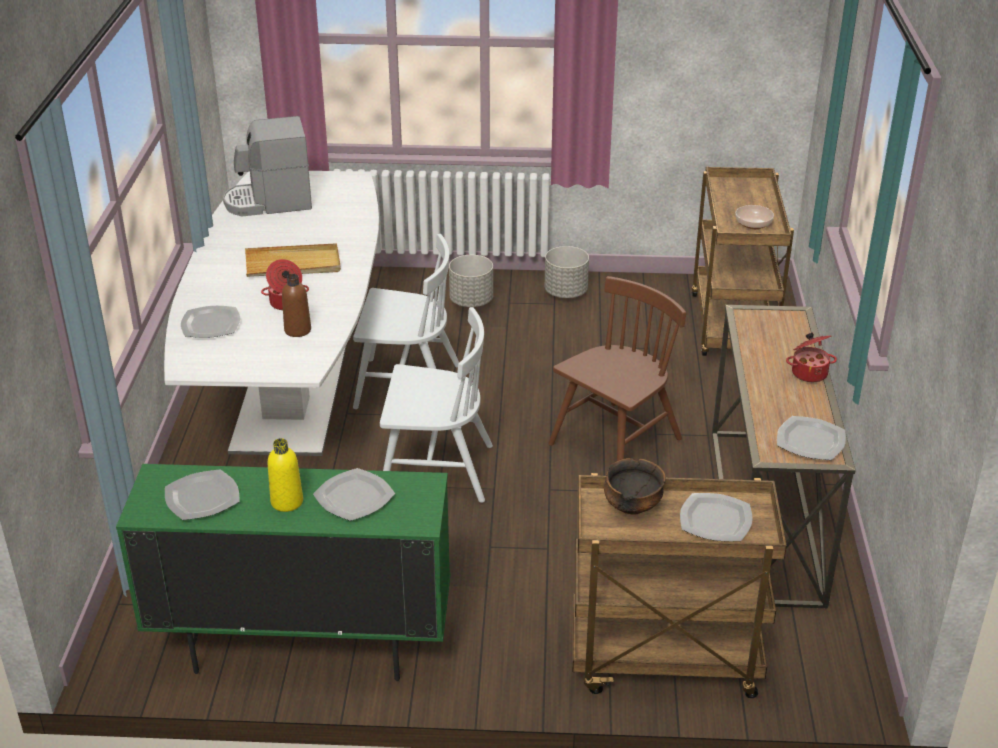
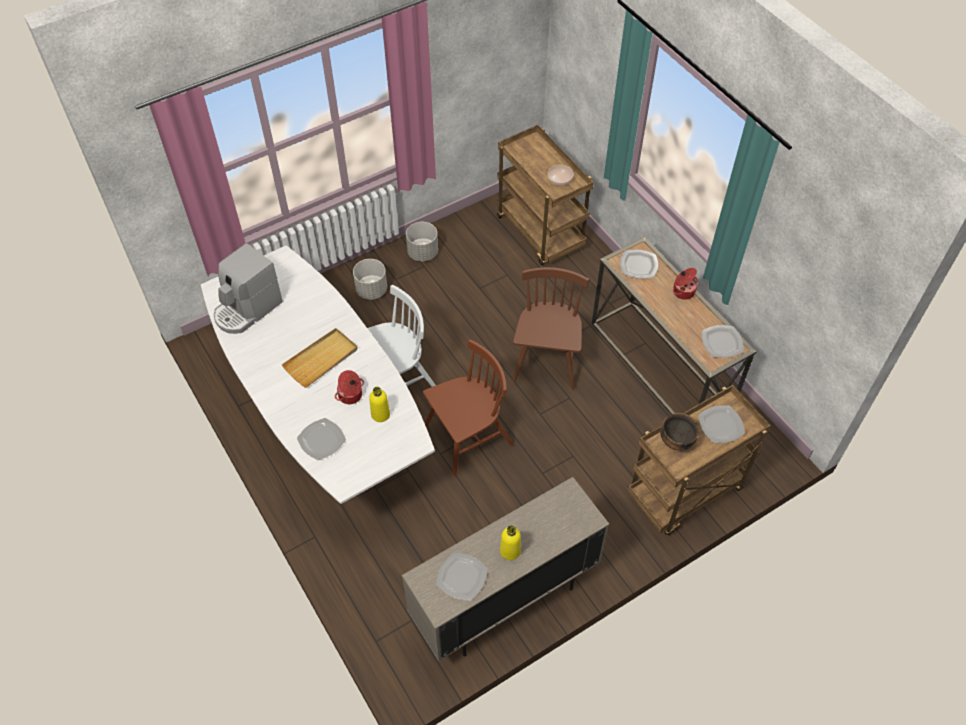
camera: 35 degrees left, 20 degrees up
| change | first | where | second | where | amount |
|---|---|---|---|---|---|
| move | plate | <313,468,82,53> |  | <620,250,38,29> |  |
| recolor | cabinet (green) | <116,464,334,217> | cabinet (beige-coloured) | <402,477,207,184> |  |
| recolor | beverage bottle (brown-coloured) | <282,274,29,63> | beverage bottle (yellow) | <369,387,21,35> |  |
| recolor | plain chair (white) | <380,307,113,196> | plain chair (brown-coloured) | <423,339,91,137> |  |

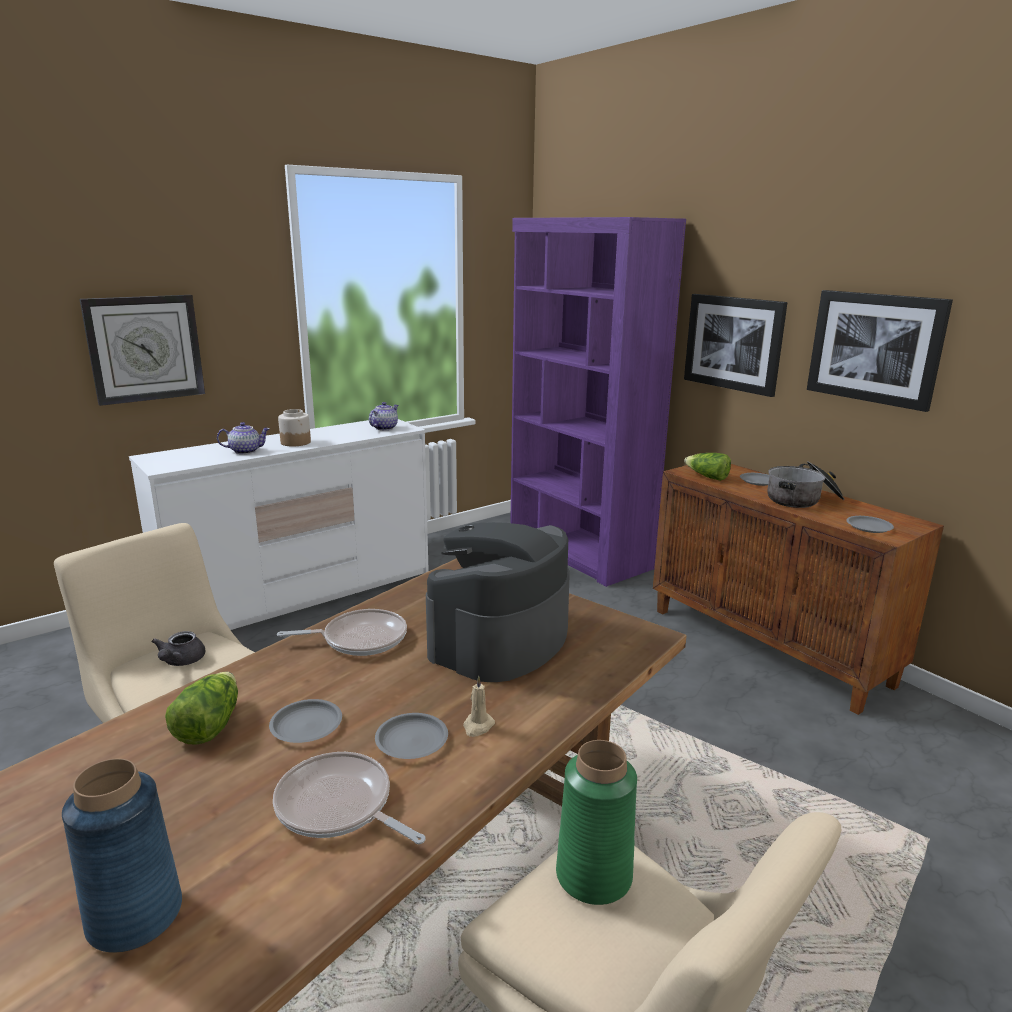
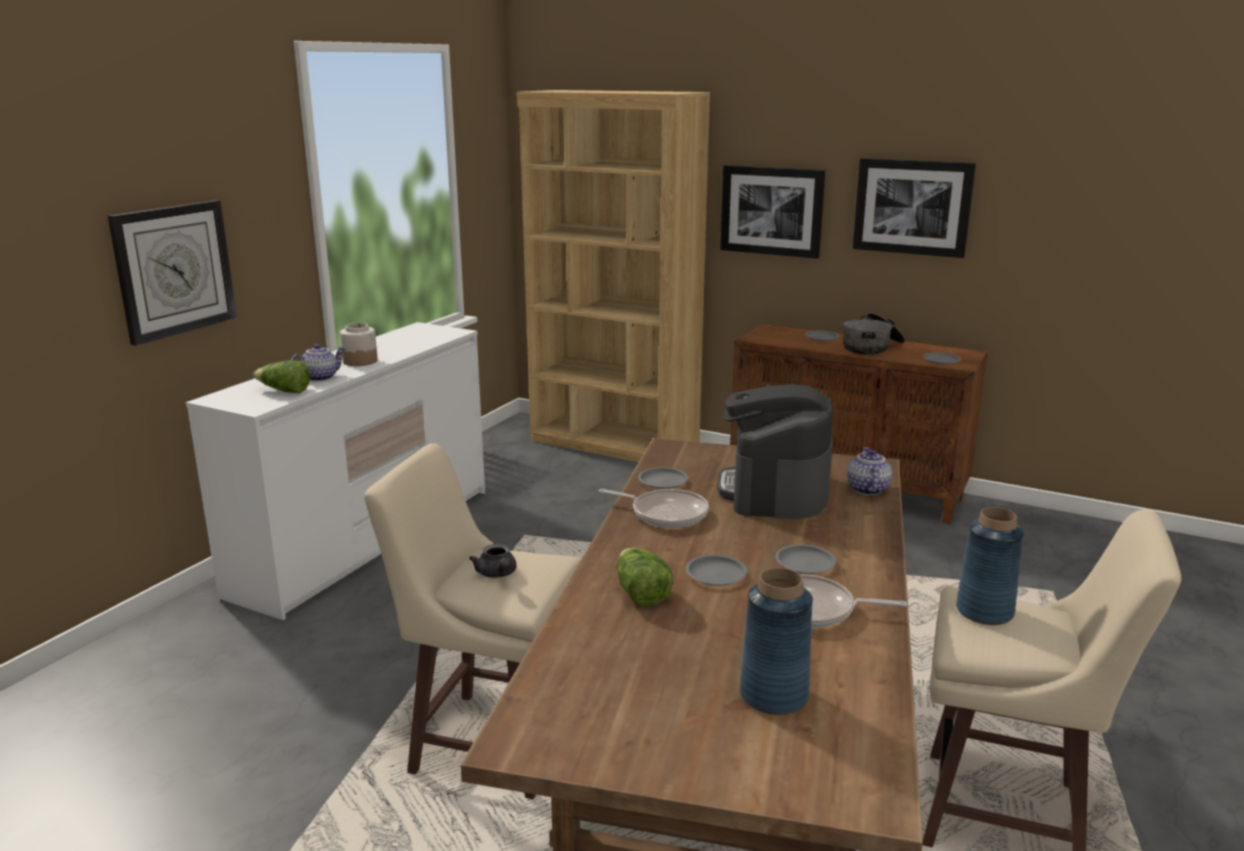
camera: 25 degrees left, 0 degrees up
| change | first | where | second | where | amount |
|---|---|---|---|---|---|
| delete | wax candle (beige-coloured) | <463,676,32,61> |  |  |  |
| insert |  |  | plate (greyish) | <638,467,51,22> |  |
| move | tea pot | <369,402,29,28> |  | <847,447,45,48> |  |
| move | lettuce | <684,453,47,28> |  | <254,360,56,33> |  |
| recolor | bookcase (purplish) | <510,217,176,370> | bookcase (brown-coloured) | <517,90,193,372> |  |
| recolor | vase (green) | <556,740,81,165> | vase (bluish) | <956,507,68,118> |  |
| rotate | frying pan | <277,609,130,47> |  | <598,489,111,39> | 60 degrees clockwise |

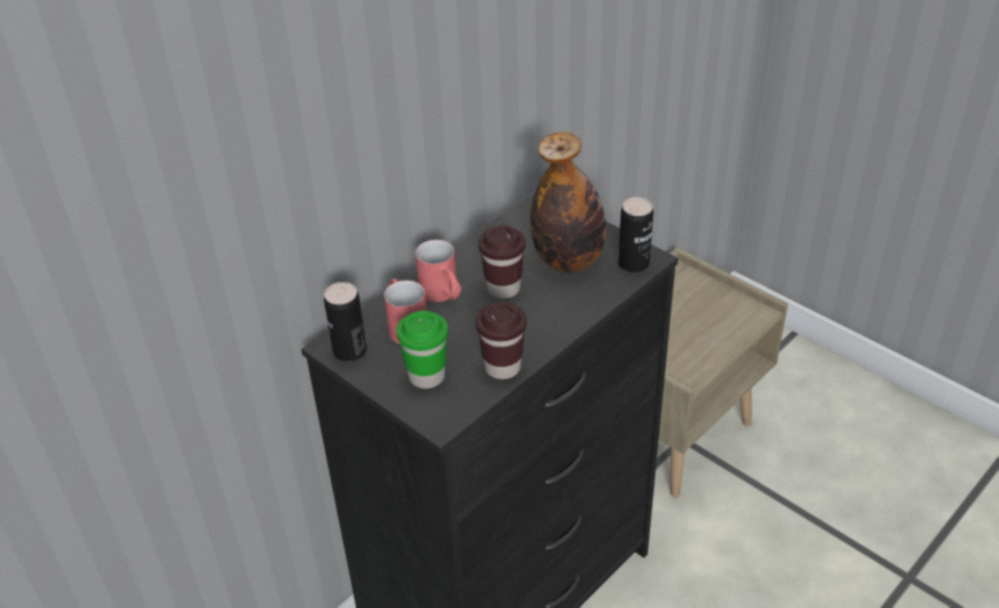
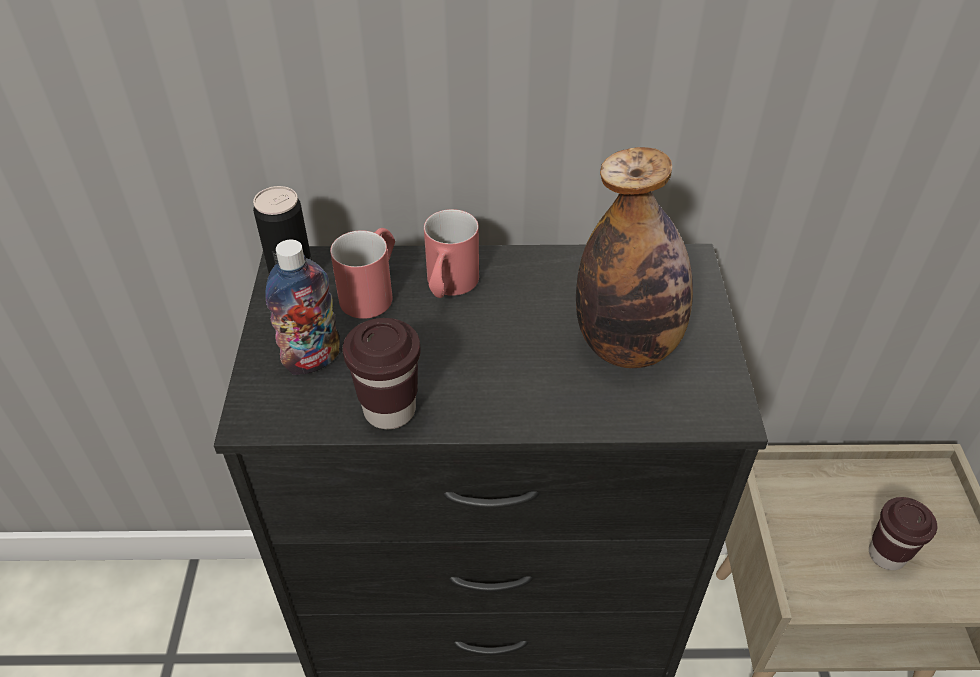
camera: 45 degrees right, 5 degrees up
| change | first | where | second | where | amount |
|---|---|---|---|---|---|
| delete | sealed can | <618,197,36,76> |  |  |  |
| move | cup (brown-coloured) | <478,225,48,74> |  | <869,497,68,73> |  |
| replace | cup (green) | <396,311,52,78> | beverage bottle | <265,240,75,135> |  |

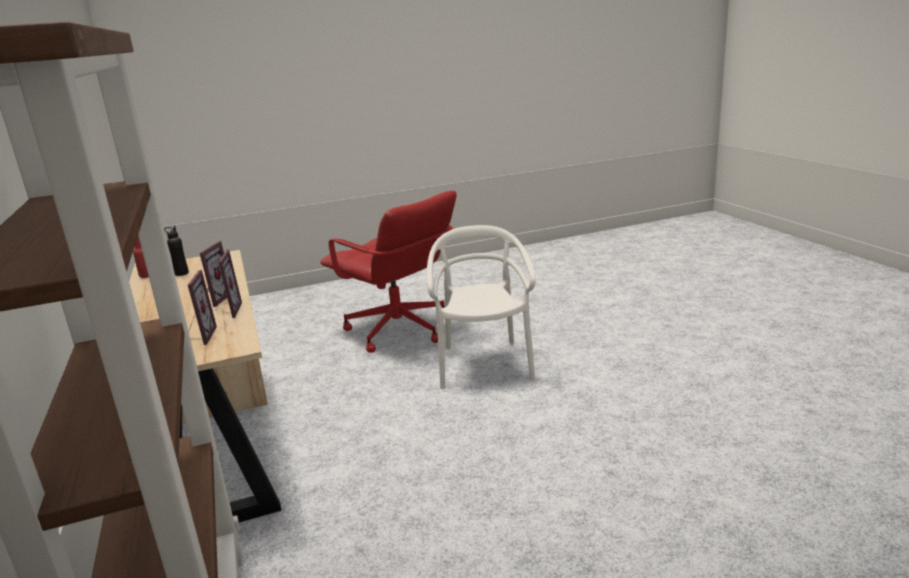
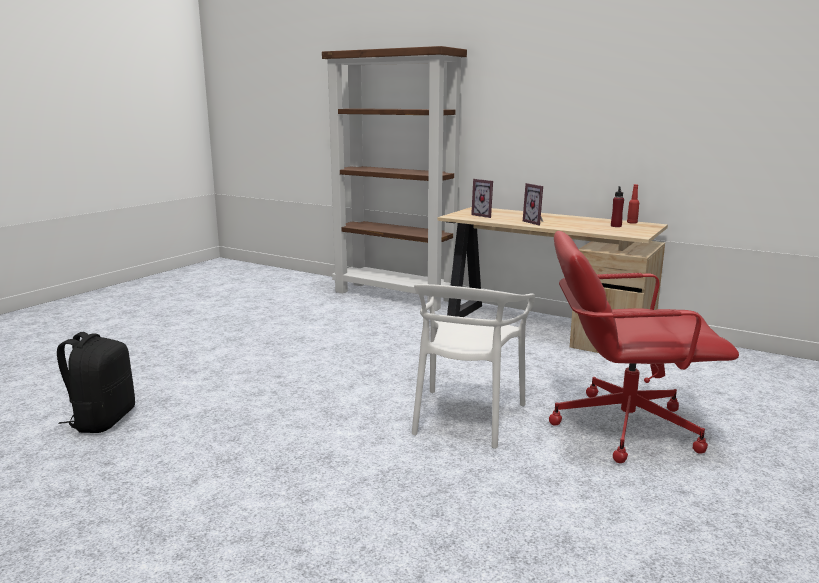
camera: 140 degrees right, 5 degrees down
| change | first | where | second | where | amount |
|---|---|---|---|---|---|
| delete | standing frame | <215,249,27,69> |  |  |  |
| insert |  |  | backpack (black) | <57,332,78,101> |  |
| recolor | beverage bottle (black) | <164,226,25,50> | beverage bottle (red-coloured) | <611,186,13,41> |  |
| rotate | plain chair (white) | <427,225,108,164> |  | <412,284,123,165> | 60 degrees clockwise |

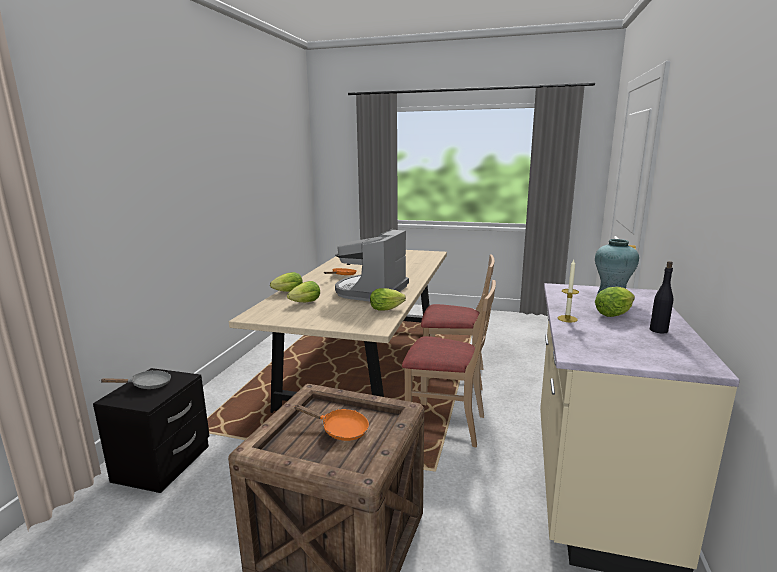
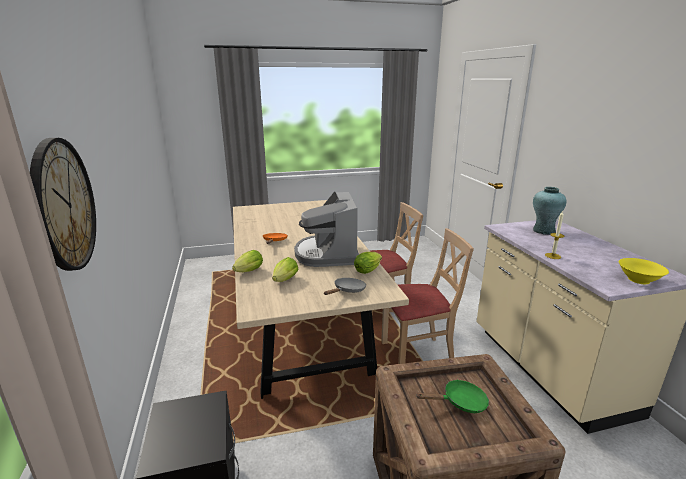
camera: 30 degrees left, 5 degrees up
| change | first | where | second | where | amount |
|---|---|---|---|---|---|
| delete | lettuce | <595,287,40,30> |  |  |  |
| delete | beverage bottle (black) | <650,261,23,72> |  |  |  |
| insert |  |  | wall clock | <30,138,66,133> |  |
| insert |  |  | serving bowl (yellow) | <619,258,50,26> |  |
| move | frying pan (greyish) | <100,370,71,19> |  | <324,278,42,17> |  |
| recolor | frying pan (orange-coloured) | <294,404,75,37> | frying pan (green) | <416,380,73,33> |  |

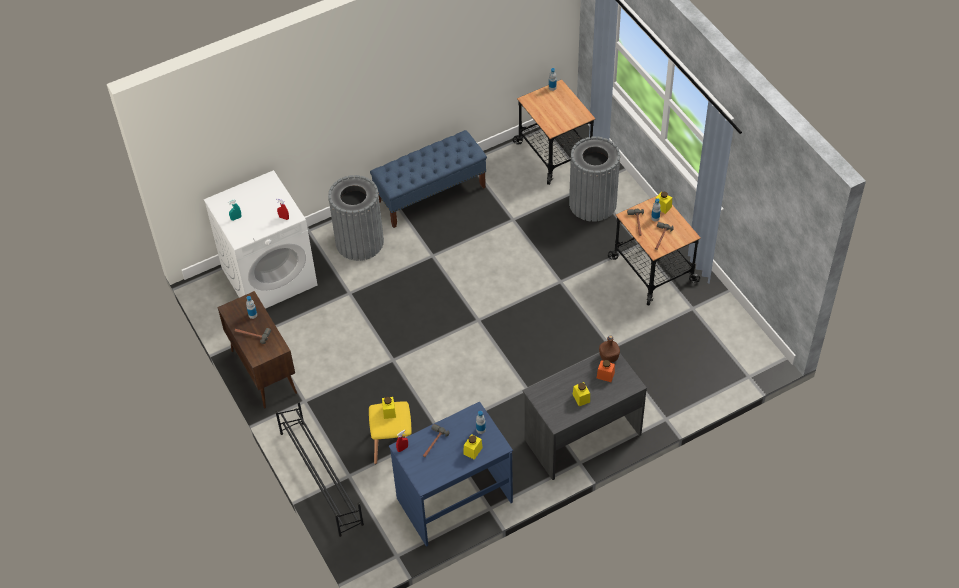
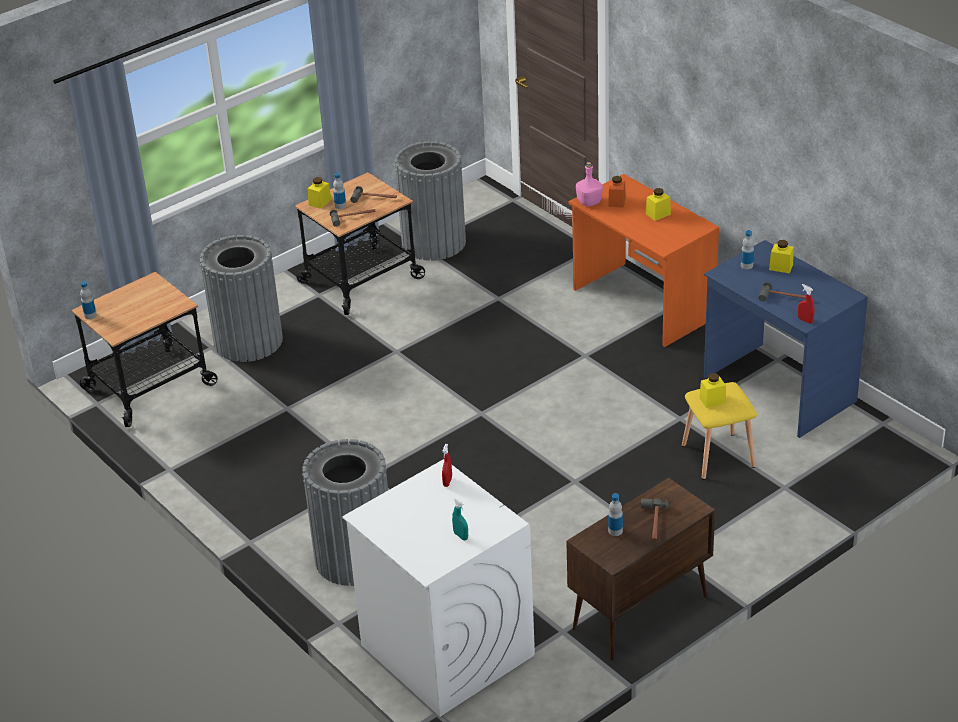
camera: 100 degrees left, 15 degrees down
| change | first | where | second | where | amount |
|---|---|---|---|---|---|
| delete | shoe shelf (black) | <276,401,88,136> |  |  |  |
| delete | long seat (bluish) | <370,130,117,98> |  |  |  |
| insert |  |  | trash can (greyish) | <394,141,72,120> |  |
| recolor | desk unit (greyish) | <523,353,124,127> | desk unit (orange-coloured) | <569,174,151,173> |  |
| recolor | beverage bottle (brown-coloured) | <599,335,21,28> | beverage bottle (pink-coloured) | <576,162,27,45> |  |

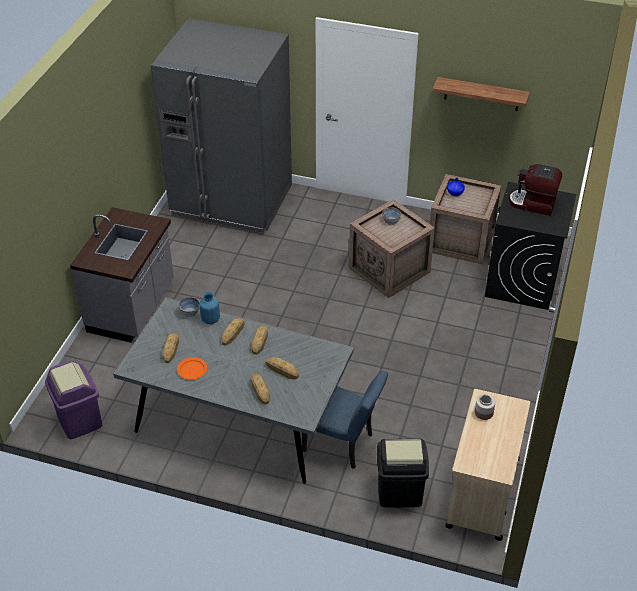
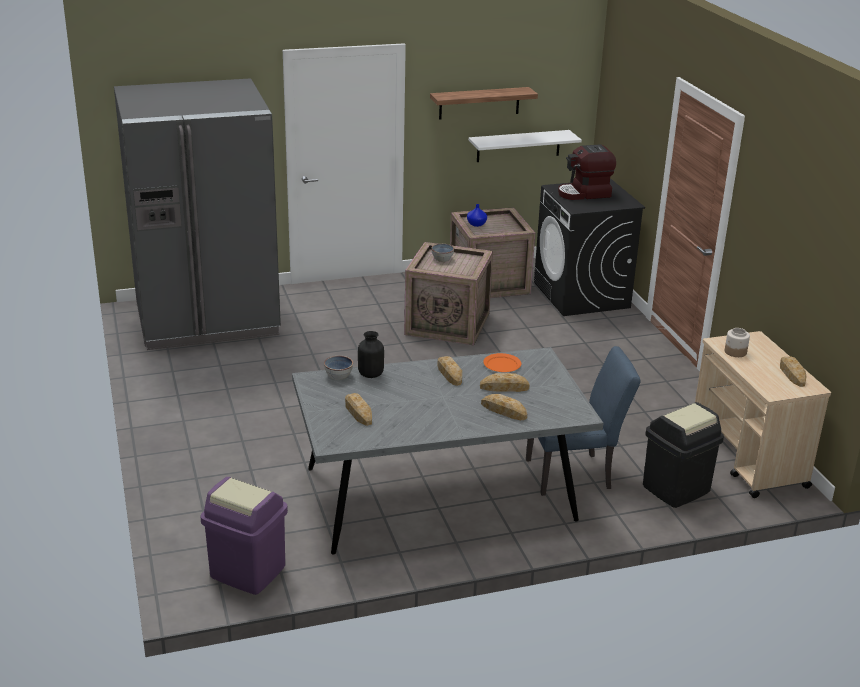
camera: 35 degrees left, 15 degrees down
| change | first | where | second | where | amount |
|---|---|---|---|---|---|
| delete | kitchen base unit (greyish) | <70,207,104,136> |  |  |  |
| insert |  |  | wall shelf (white) | <468,130,114,32> |  |
| move | plate (orange-coloured) | <177,357,30,23> |  | <483,353,38,19> |  |
| move | bread | <222,318,23,28> |  | <780,357,26,30> |  |
| recolor | vase (bluish) | <199,292,21,32> | vase (black) | <358,331,26,47> |  |

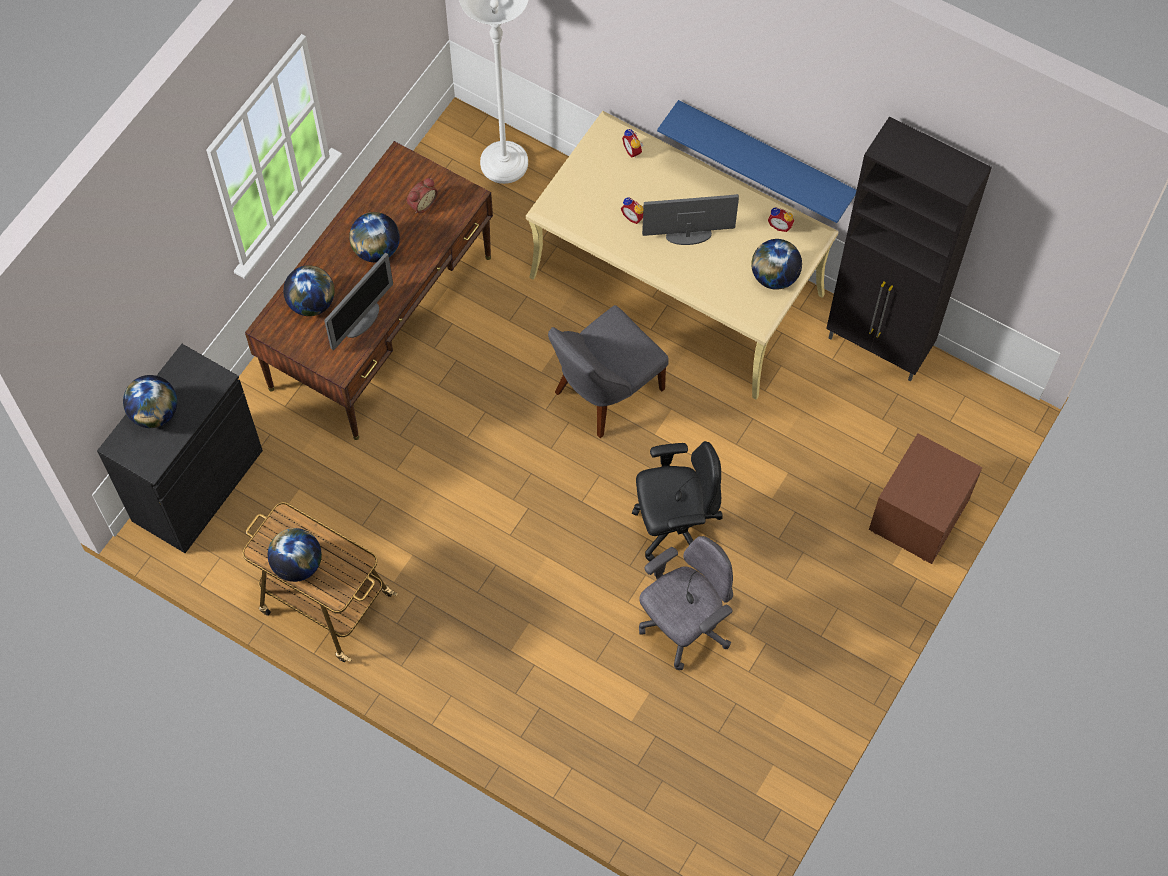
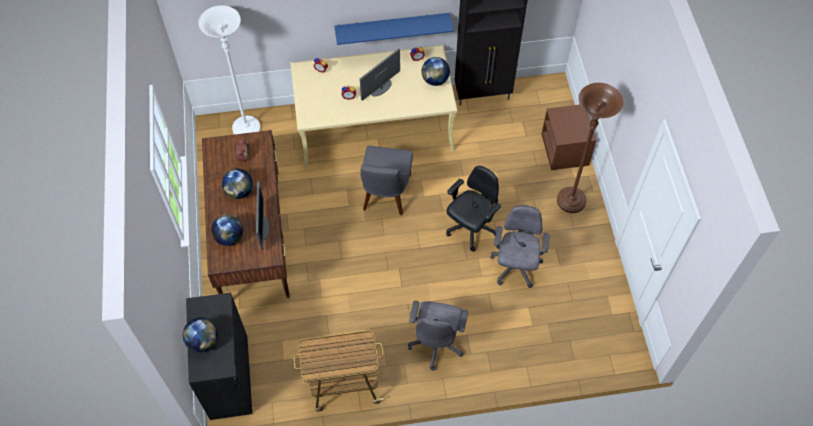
camera: 40 degrees left, 5 degrees down
| change | first | where | second | where | amount |
|---|---|---|---|---|---|
| delete | globe | <268,528,54,54> |  |  |  |
| insert |  |  | desk chair (greyish) | <408,301,60,69> |  |
| insert |  |  | standing lamp (brown-coloured) | <557,83,66,130> |  |

